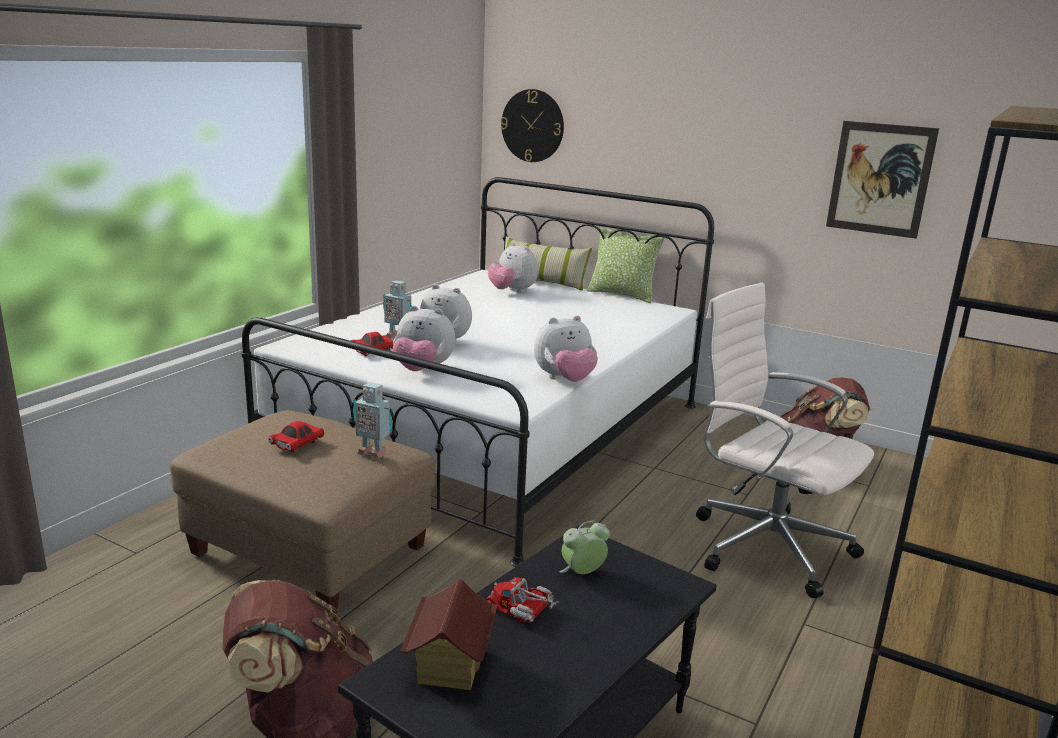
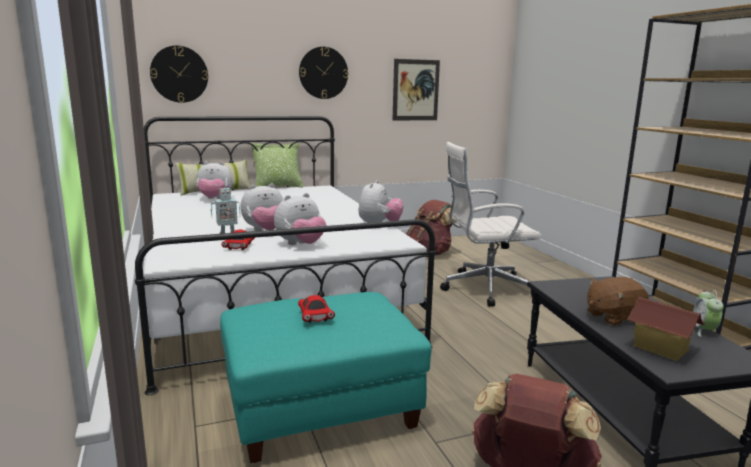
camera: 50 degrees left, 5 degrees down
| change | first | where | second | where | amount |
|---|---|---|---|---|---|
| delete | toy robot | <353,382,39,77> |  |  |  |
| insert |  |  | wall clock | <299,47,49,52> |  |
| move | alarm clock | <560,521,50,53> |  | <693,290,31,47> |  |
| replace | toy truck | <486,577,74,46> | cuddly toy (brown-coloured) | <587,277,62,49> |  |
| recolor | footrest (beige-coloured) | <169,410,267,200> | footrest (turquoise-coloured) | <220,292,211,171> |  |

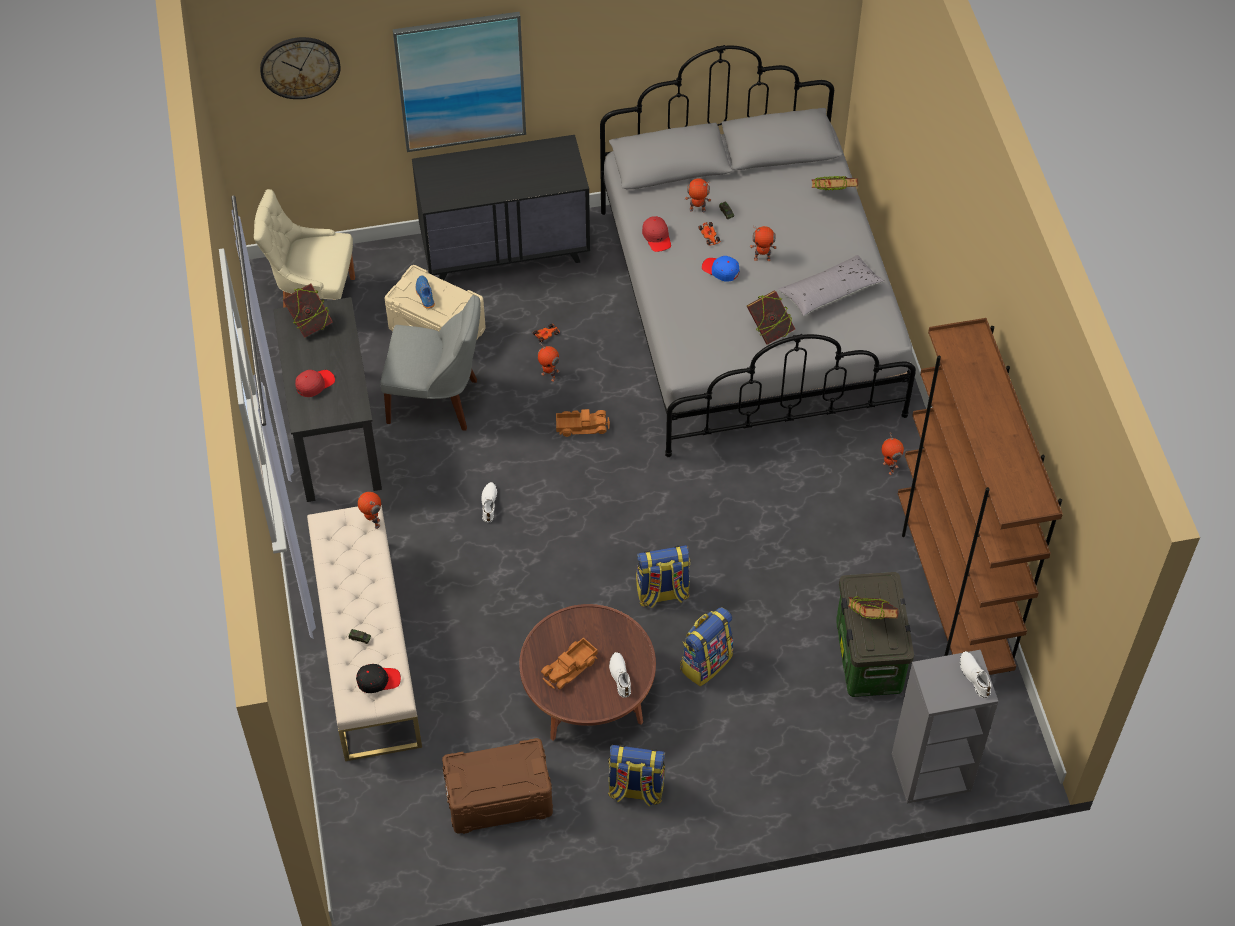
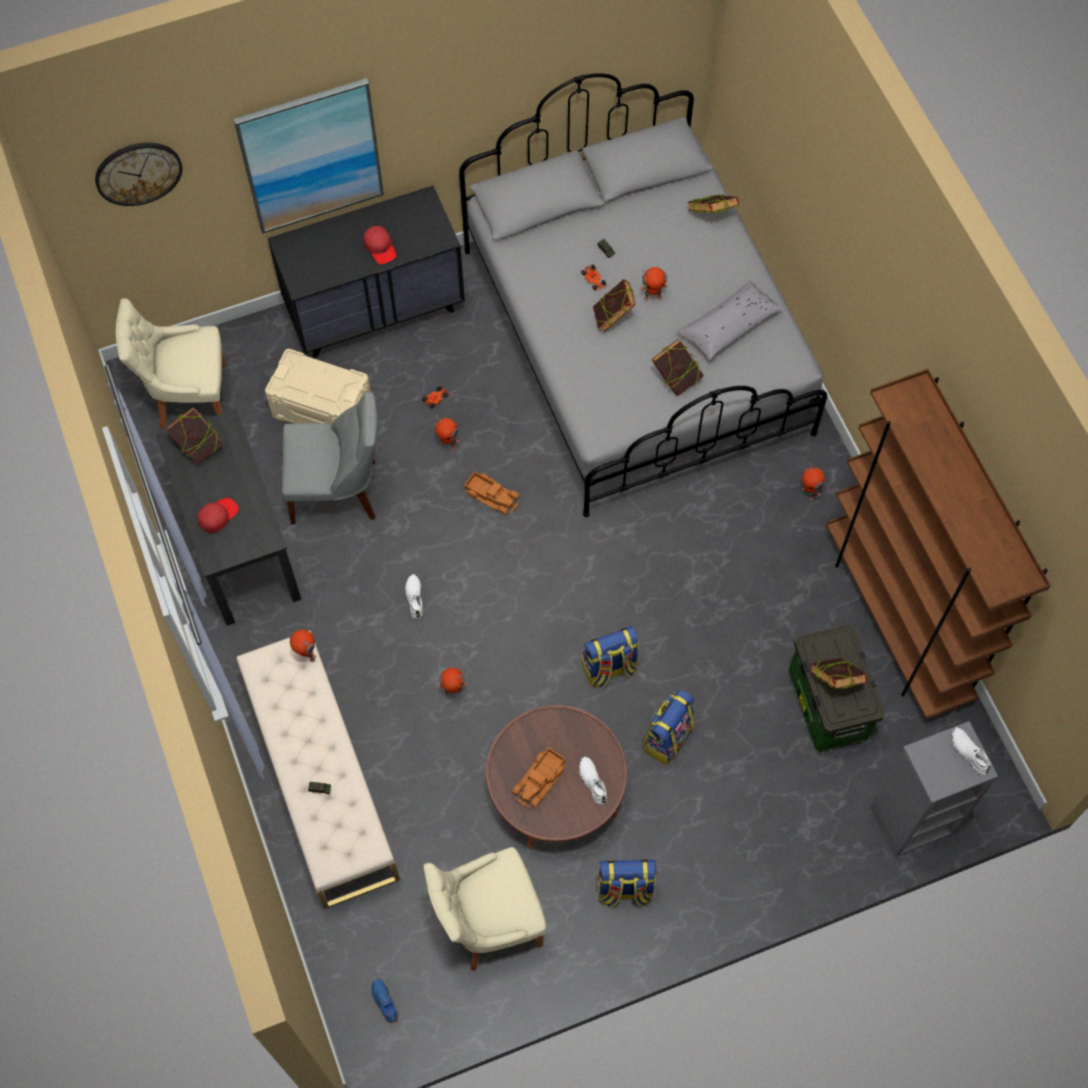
camera: 10 degrees left, 10 degrees up
| change | first | where | second | where | amount |
|---|---|---|---|---|---|
| delete | cap (black) | <356,664,45,29> |  |  |  |
| move | item of footwear (bluish) | <416,275,19,34> |  | <372,979,27,45> |  |
| move | cap (red-coloured) | <642,216,29,36> |  | <364,226,33,38> |  |
| move | toy robot | <685,178,26,35> |  | <438,668,29,26> |  |
| replace | storage container (brown-coloured) | <442,738,111,96> | plain chair (beige-coloured) | <424,847,123,124> |  |
| replace | cap (bluish) | <702,256,37,26> | book | <593,279,43,53> |  |
| rotate | toy truck | <556,409,54,28> |  | <464,471,55,44> | 45 degrees clockwise |

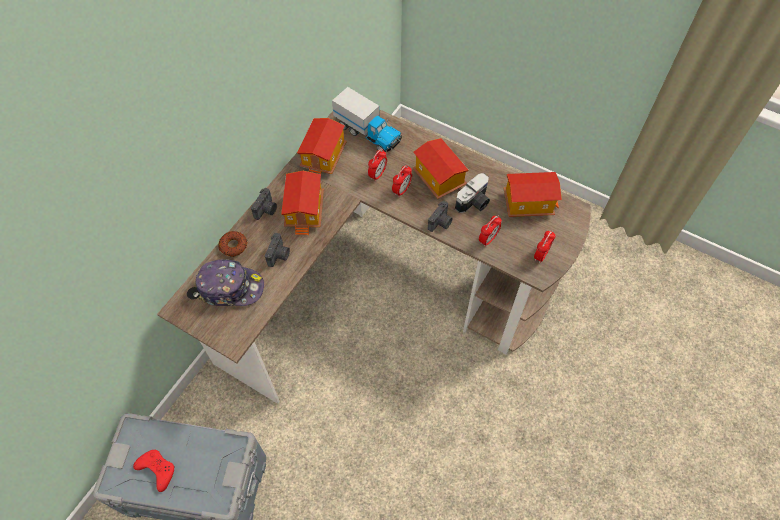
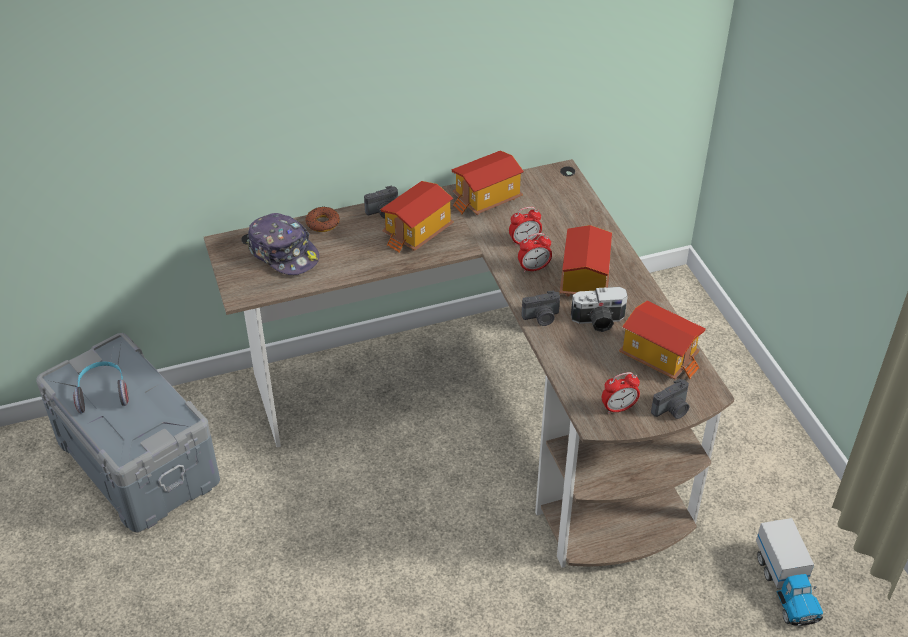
camera: 40 degrees right, 15 degrees down
| change | first | where | second | where | amount |
|---|---|---|---|---|---|
| delete | alarm clock | <479,215,23,32> |  |  |  |
| move | photo camera | <265,233,25,34> |  | <651,379,38,40> |  |
| move | toy truck | <332,87,70,65> |  | <756,518,67,108> |  |
| replace | joypad (red-coloured) | <133,450,41,42> | pair of headphones | <73,361,56,52> |  |

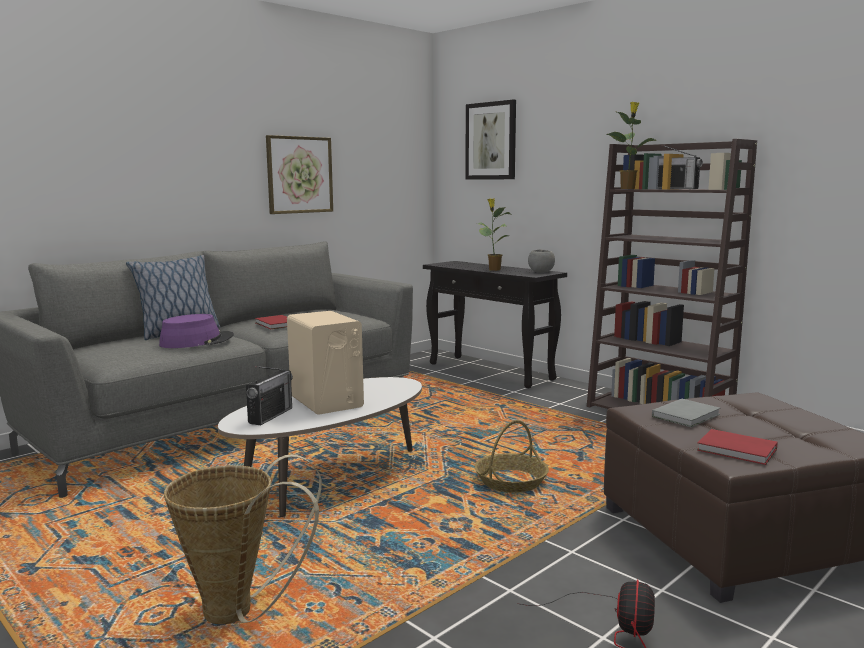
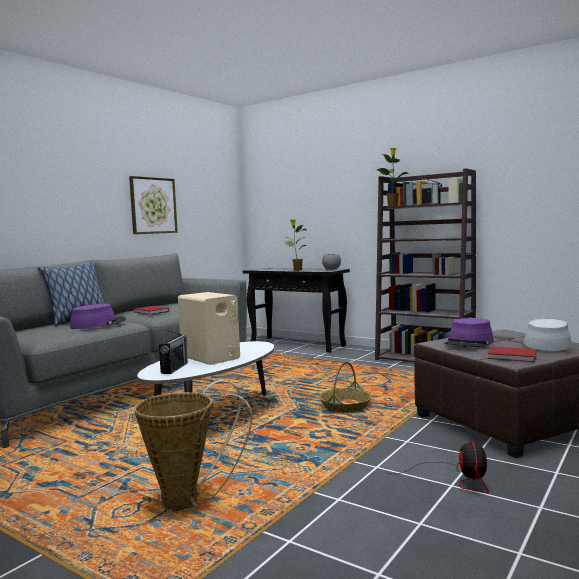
camera: 10 degrees left, 5 degrees down
| change | first | where | second | where | amount |
|---|---|---|---|---|---|
| delete | picture | <465,100,51,80> |  |  |  |
| insert |  |  | wearable hat (greyish) | <523,319,49,32> |  |
| replace | book (greyish) | <652,399,69,29> | wearable hat (purplish) | <444,318,50,29> |  |

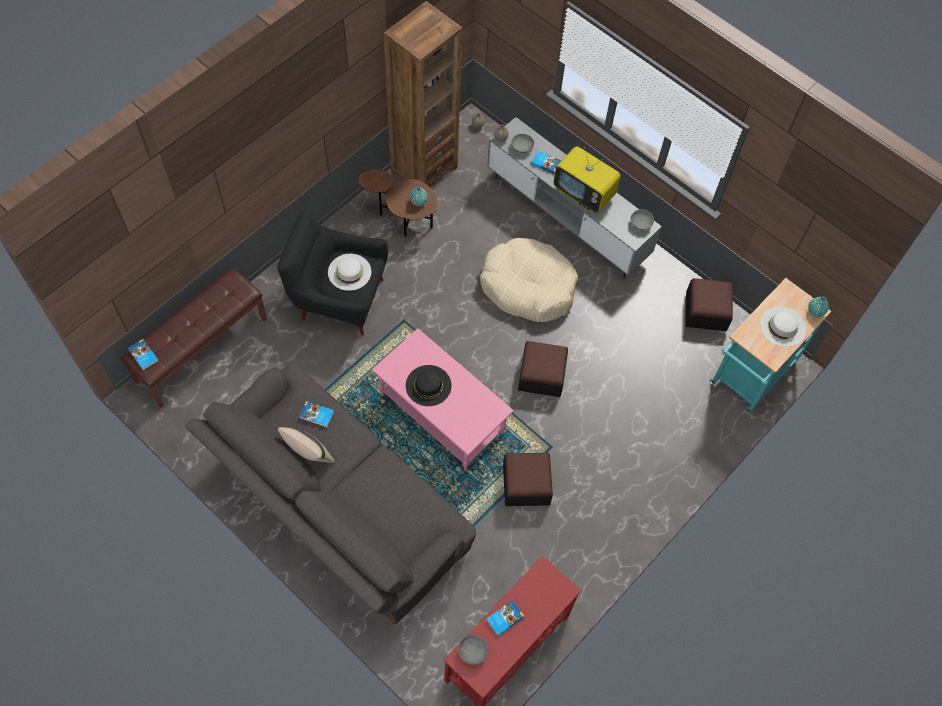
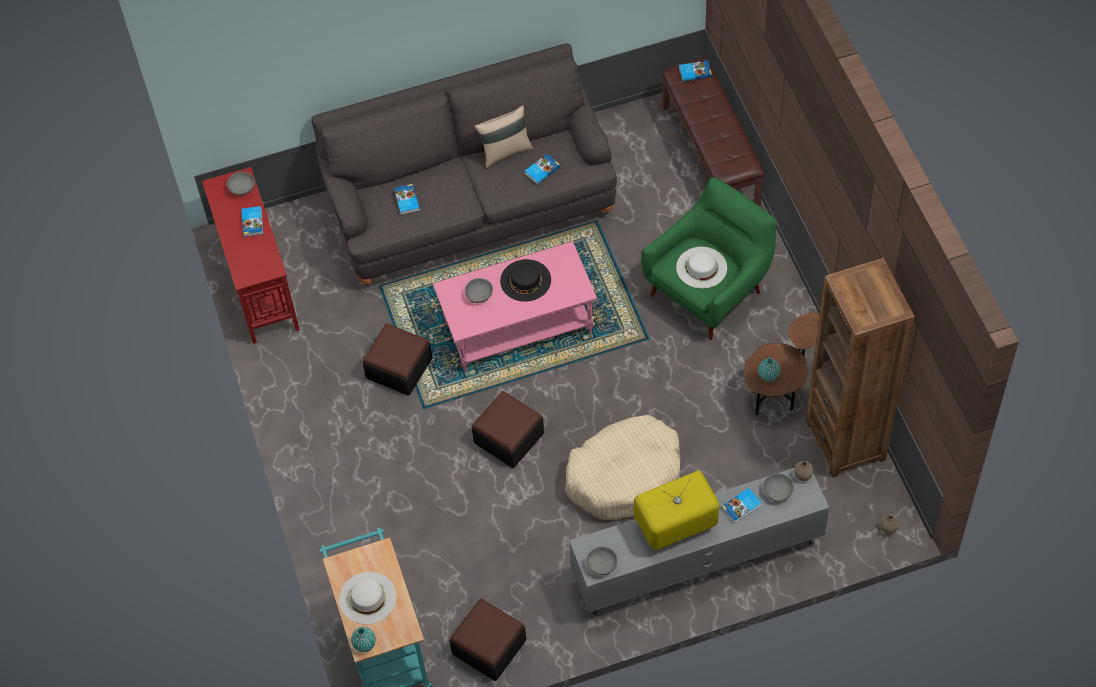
camera: 125 degrees right, 5 degrees down
| change | first | where | second | where | amount |
|---|---|---|---|---|---|
| insert |  |  | book | <394,184,26,31> |  |
| insert |  |  | serving bowl (greyish) | <465,278,28,25> |  |
| recolor | lounge chair (black) | <277,211,111,124> | lounge chair (green) | <641,177,136,163> |  |

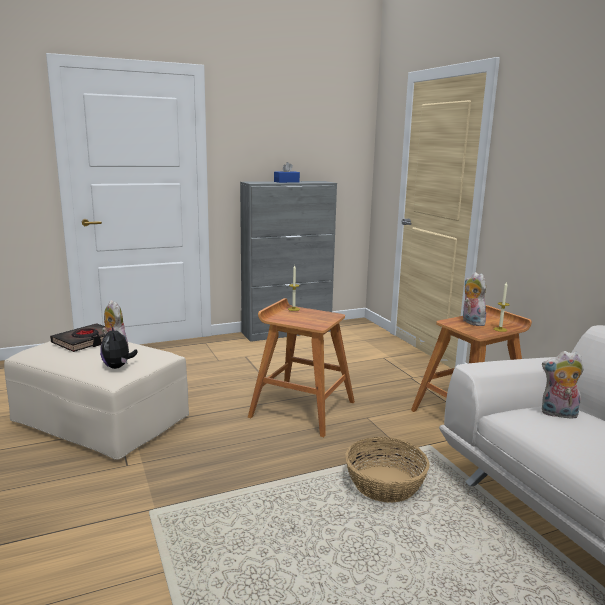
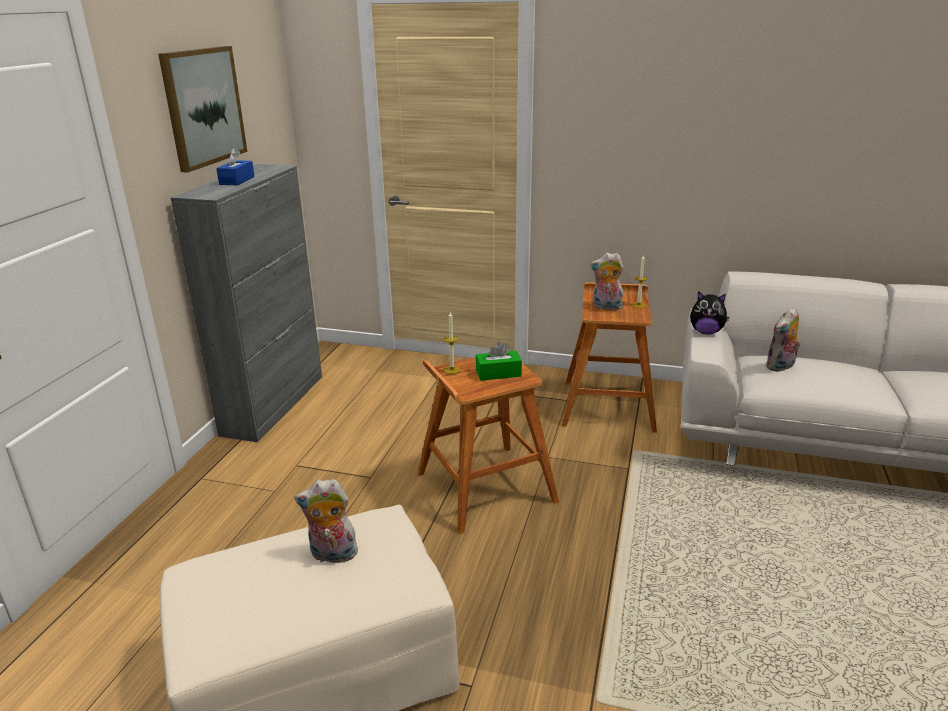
camera: 50 degrees left, 10 degrees up
| change | first | where | second | where | amount |
|---|---|---|---|---|---|
| delete | book (black) | <50,323,55,29> |  |  |  |
| delete | storage basket | <345,437,85,66> |  |  |  |
| insert |  |  | picture | <158,46,89,127> |  |
| insert |  |  | tissue box (green) | <476,342,46,39> |  |
| move | cuddly toy | <100,325,37,44> |  | <690,291,39,43> |  |

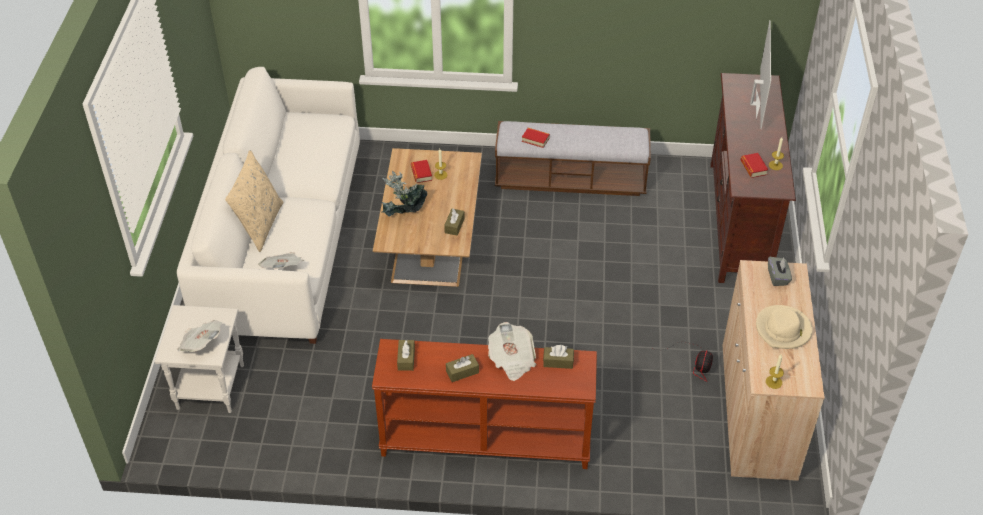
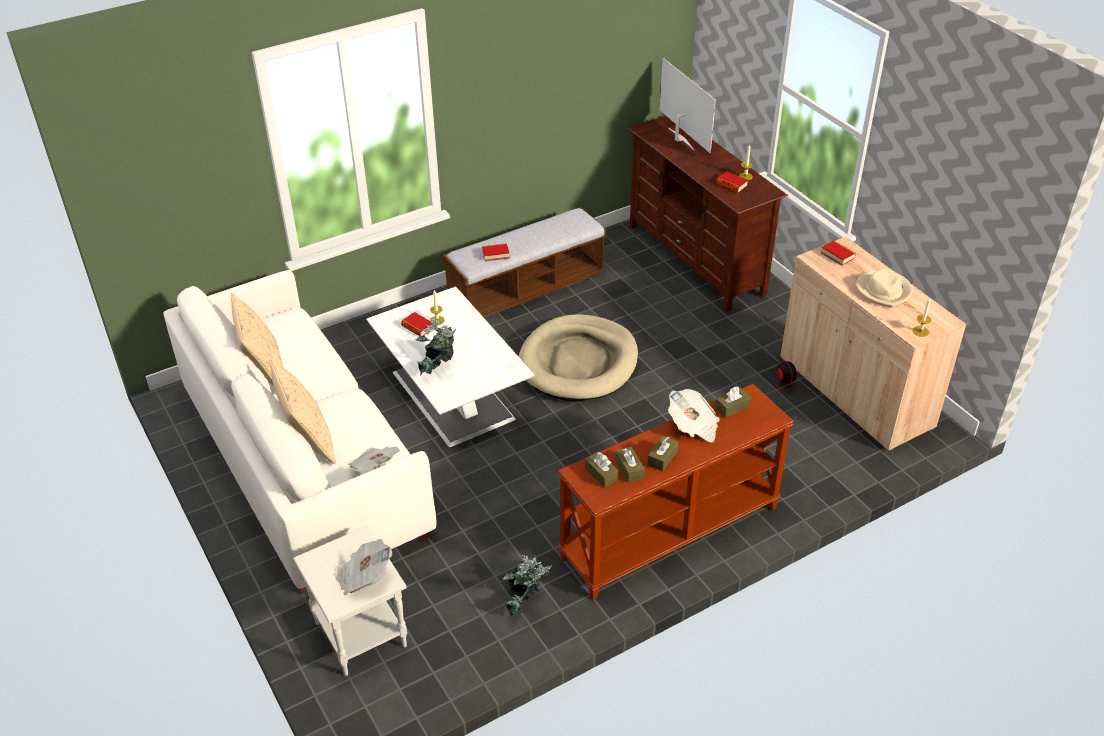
camera: 35 degrees left, 5 degrees down
| change | first | where | second | where | amount |
|---|---|---|---|---|---|
| insert |  |  | cushion (beige-coloured) | <230,293,54,92> |  |
| insert |  |  | potted plant | <503,555,48,62> |  |
| insert |  |  | dog bed (beige-coloured) | <518,314,120,87> |  |
| move | tissue box (brown-coloured) | <444,208,21,28> |  | <615,446,30,37> |  |
| replace | tissue box (greyish) | <768,257,24,29> | book | <821,240,35,25> |  |
| recolor | low table (brown-coloured) | <373,148,109,139> | low table (white) | <366,286,169,161> |  |

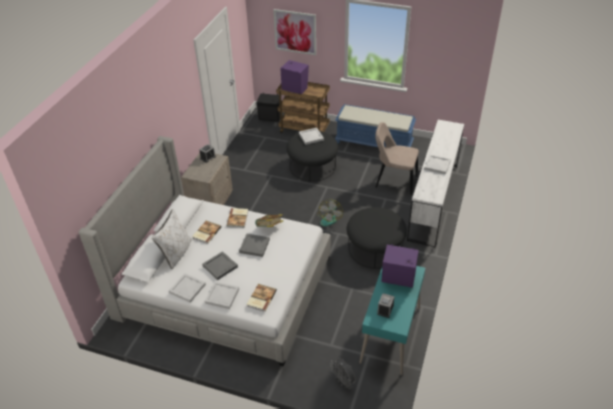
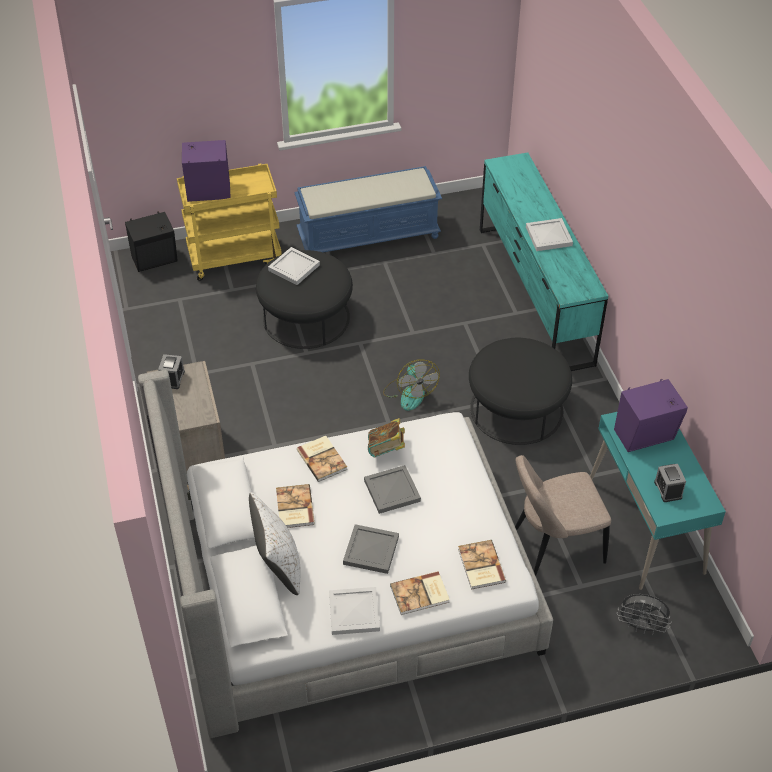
camera: 35 degrees left, 5 degrees up
| change | first | where | second | where | amount |
|---|---|---|---|---|---|
| delete | picture | <273,9,43,46> |  |  |  |
| move | plain chair (beige-coloured) | <375,122,44,73> |  | <515,455,96,121> |  |
| replace | carrying tray (white) | <205,282,34,27> | book | <390,571,60,44> |  |
| recolor | trolley (brown-coloured) | <276,82,54,51> | trolley (yellow) | <177,164,105,117> |  |
| recolor | drawer chest (white) | <407,120,57,127> | drawer chest (turquoise-coloured) | <480,153,128,218> |  |

